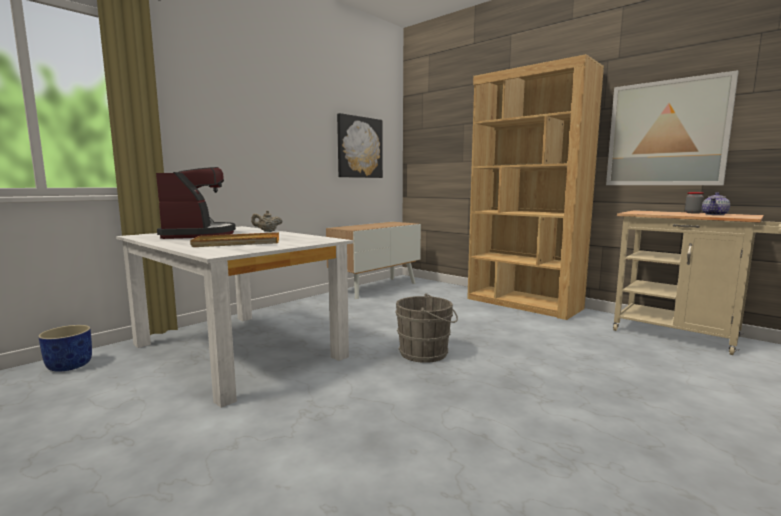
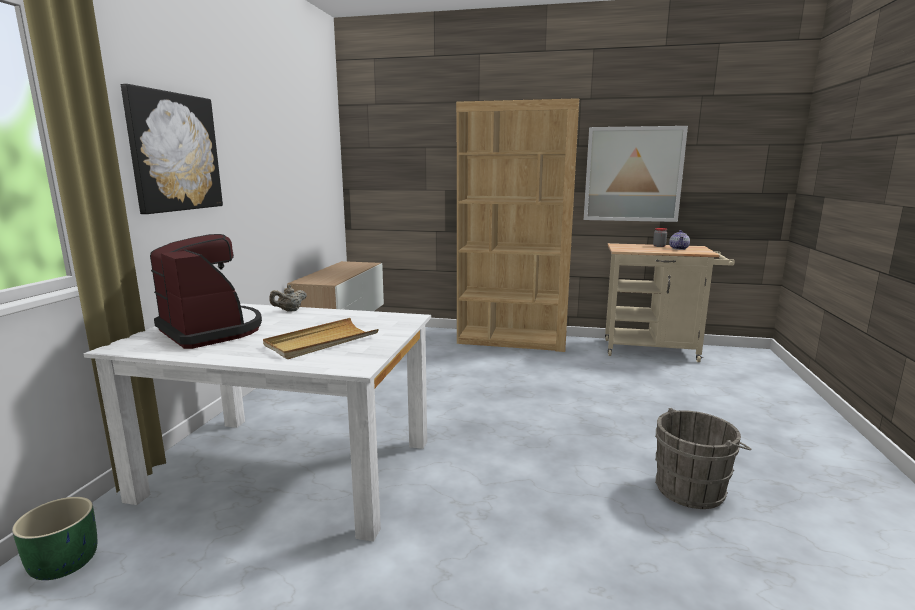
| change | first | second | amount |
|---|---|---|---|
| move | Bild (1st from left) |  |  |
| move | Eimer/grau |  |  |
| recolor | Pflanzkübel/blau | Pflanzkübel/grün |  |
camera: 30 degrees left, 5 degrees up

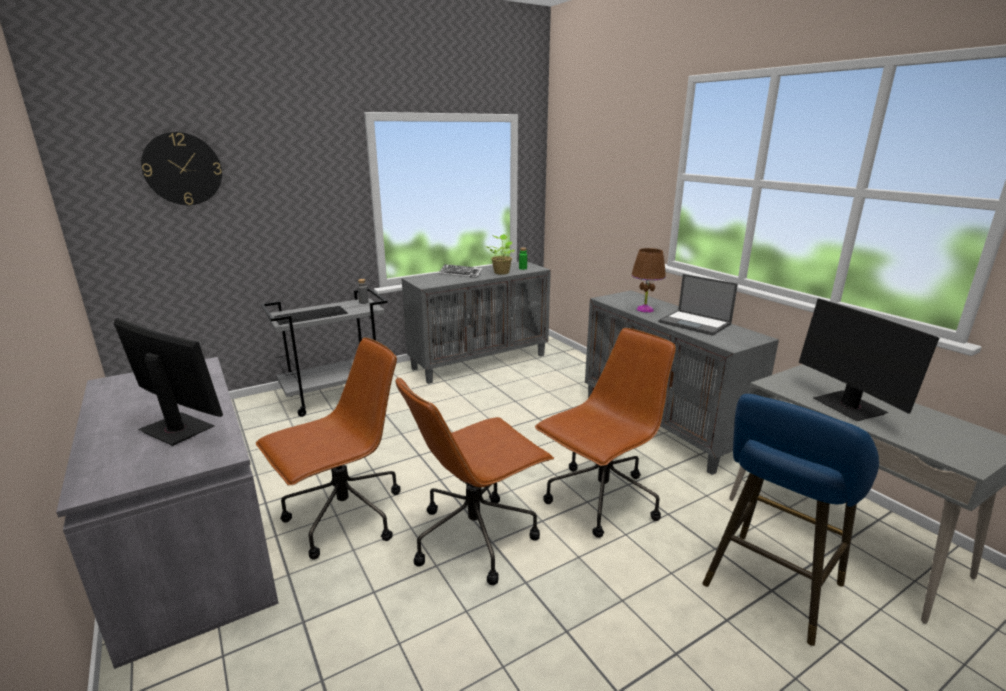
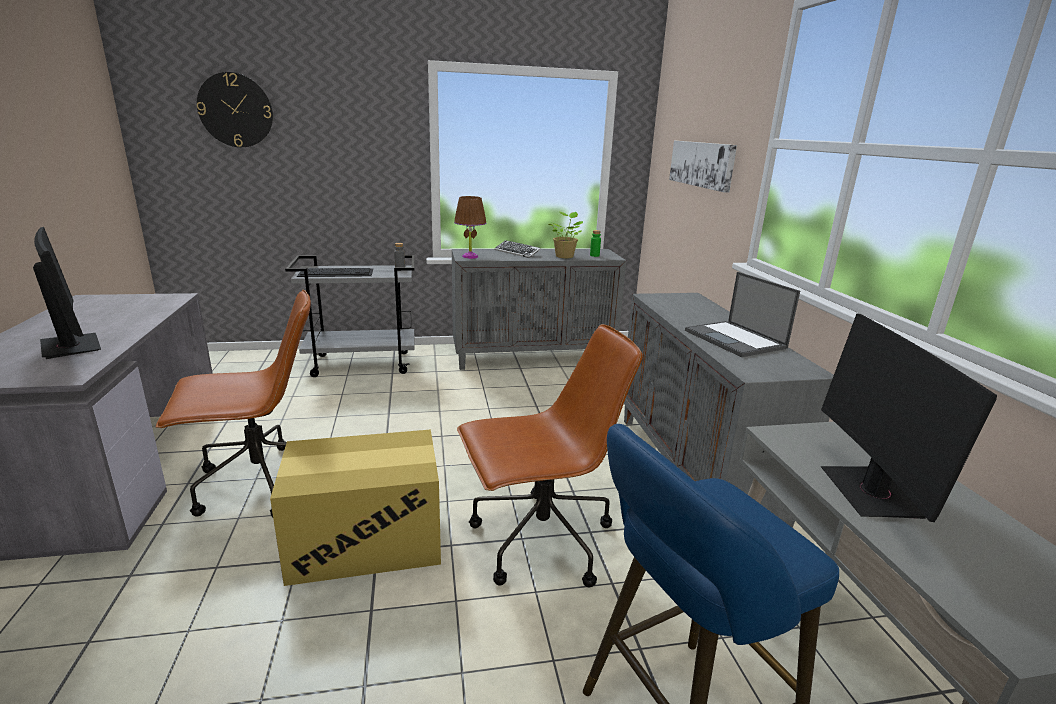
| change | first | second | amount |
|---|---|---|---|
| insert |  | Bild |  |
| move | Tischlampe/braun |  |  |
| replace | Bürostuhl/braun (2nd from left) | Karton |  |
camera: 20 degrees right, 0 degrees up

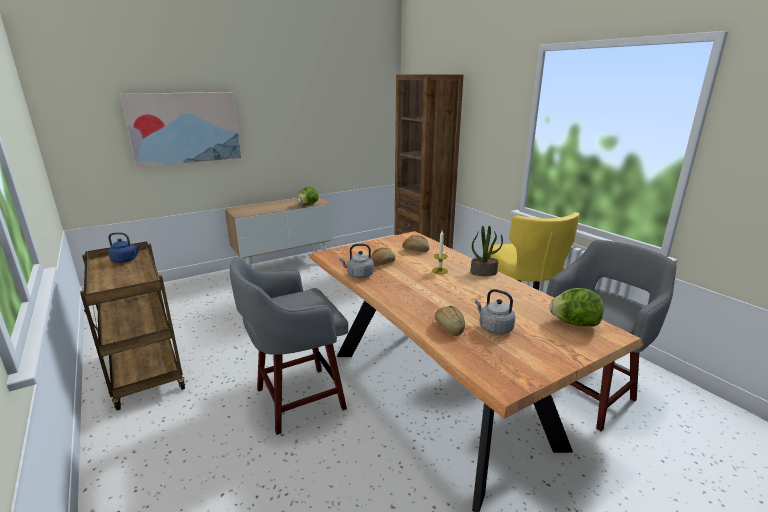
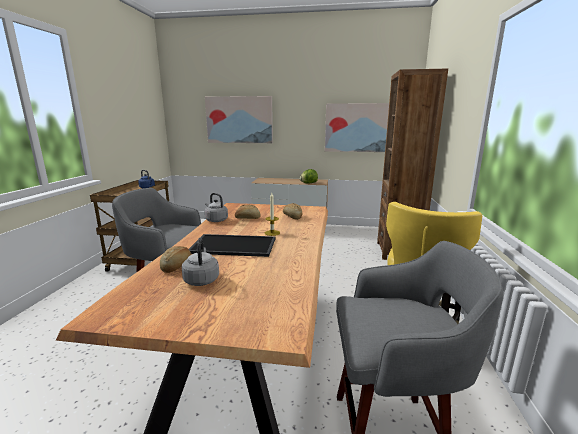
| change | first | second | amount |
|---|---|---|---|
| delete | Topfpflanze |  |  |
| delete | Salatkopf (2nd from left) |  |  |
| insert |  | Tablett |  |
| insert |  | Bild (2nd from left) |  |
camera: 40 degrees right, 5 degrees down

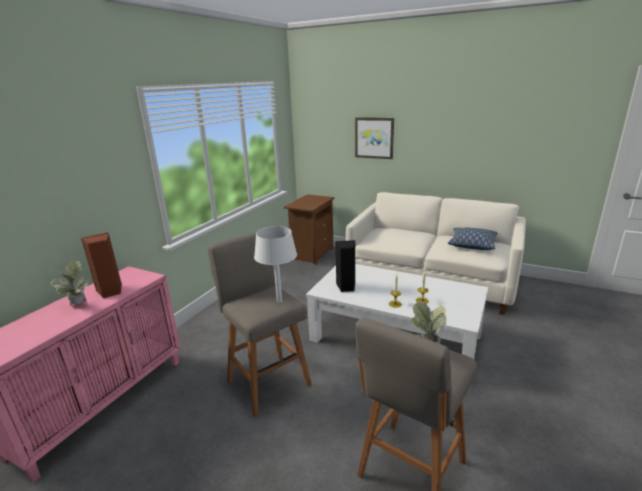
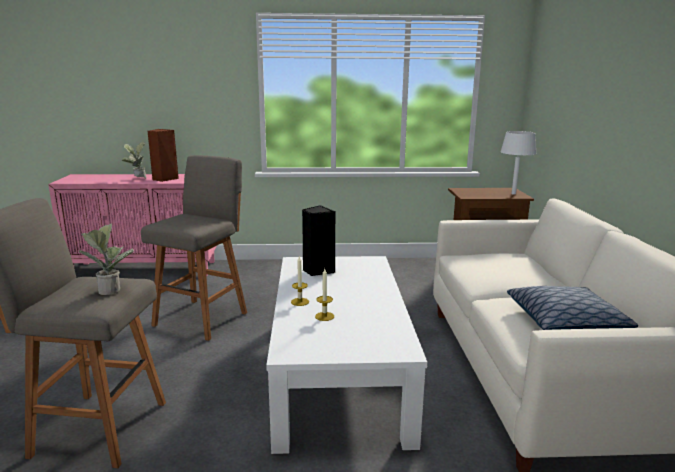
| change | first | second | amount |
|---|---|---|---|
| delete | Bild |  |  |
| move | Tischlampe/weiß |  |  |
camera: 60 degrees right, 5 degrees down

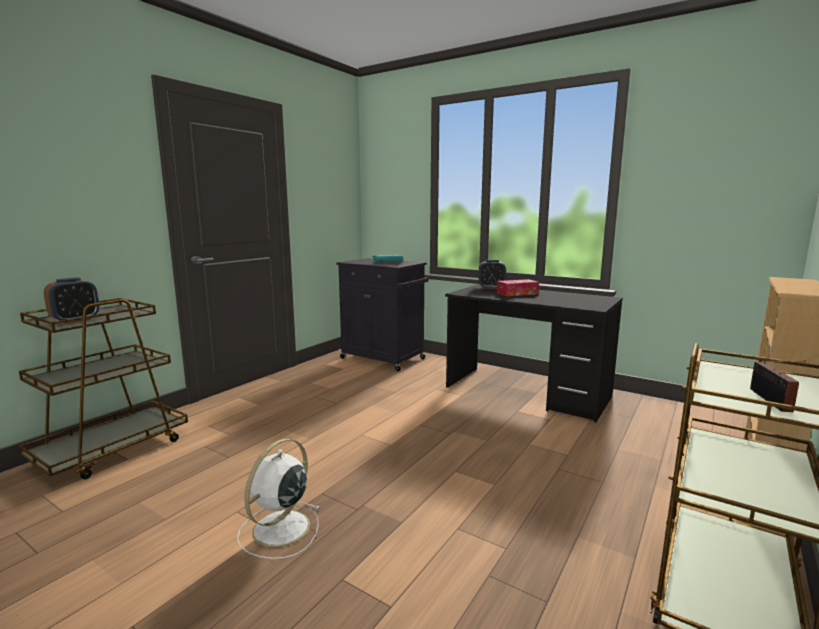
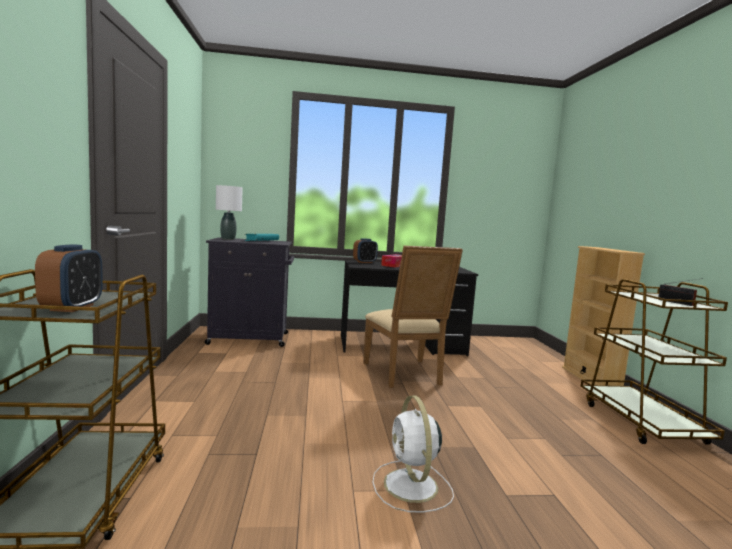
| change | first | second | amount |
|---|---|---|---|
| insert |  | Tischlampe/weiß |  |
| insert |  | Stuhl/beige |  |
camera: 40 degrees left, 5 degrees down

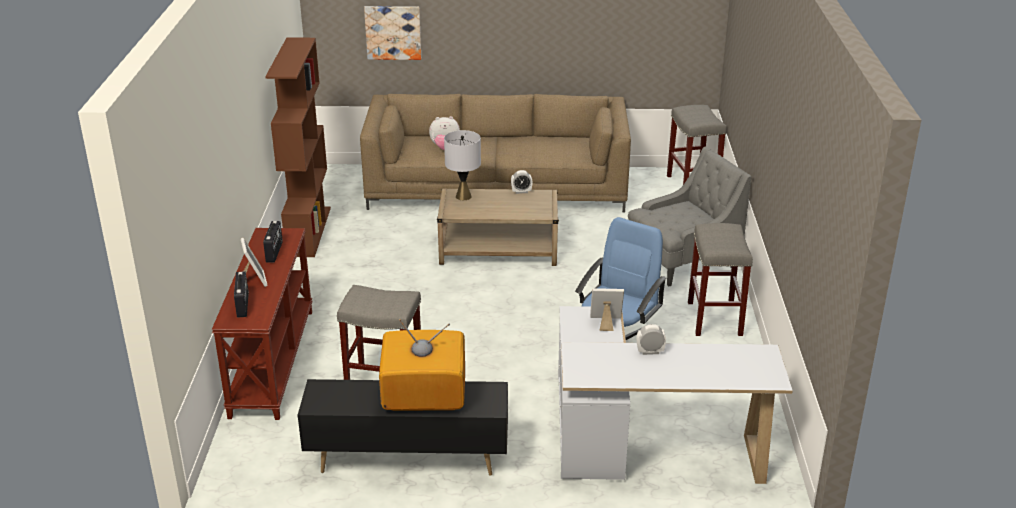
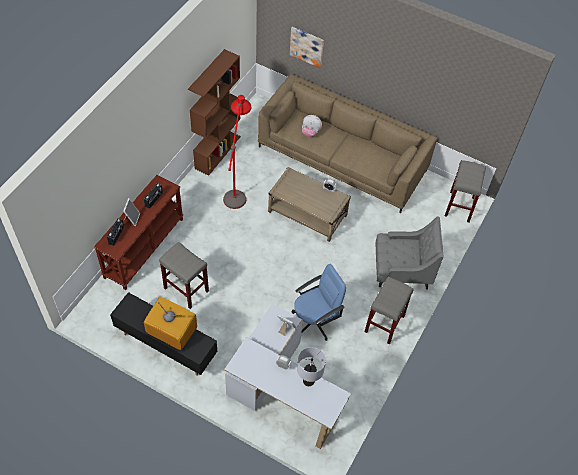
| change | first | second | amount |
|---|---|---|---|
| insert |  | Stehlampe/rot |  |
| move | Tischlampe/grau |  |  |
camera: 25 degrees right, 25 degrees up

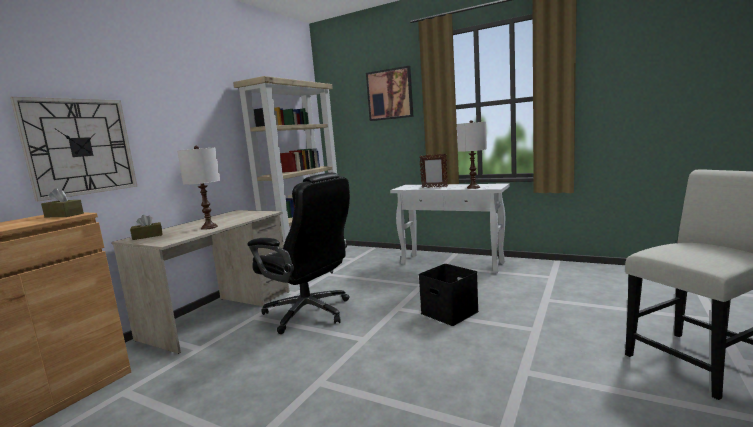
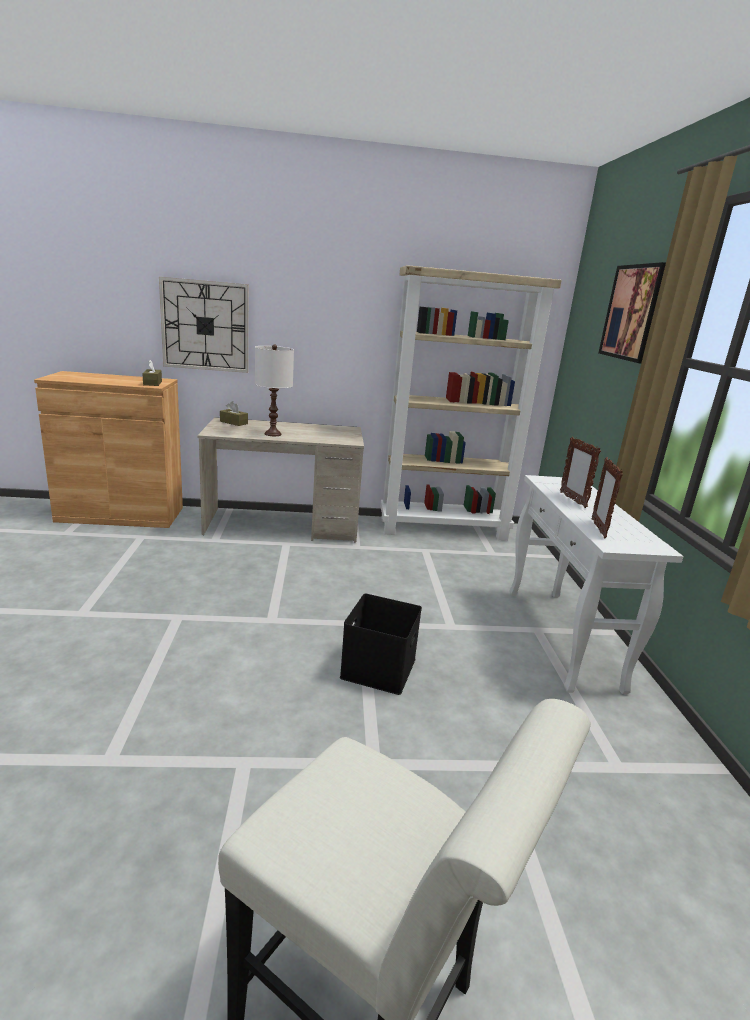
| change | first | second | amount |
|---|---|---|---|
| delete | Bürostuhl/schwarz |  |  |
| replace | Tischlampe/weiß (2nd from left) | Bilderrahmen (2nd from left) |  |
camera: 55 degrees right, 10 degrees up

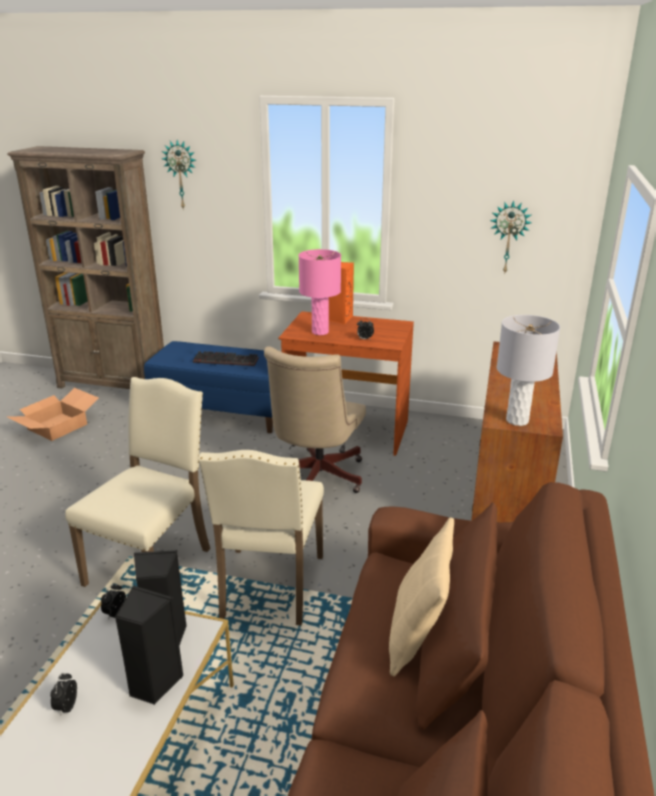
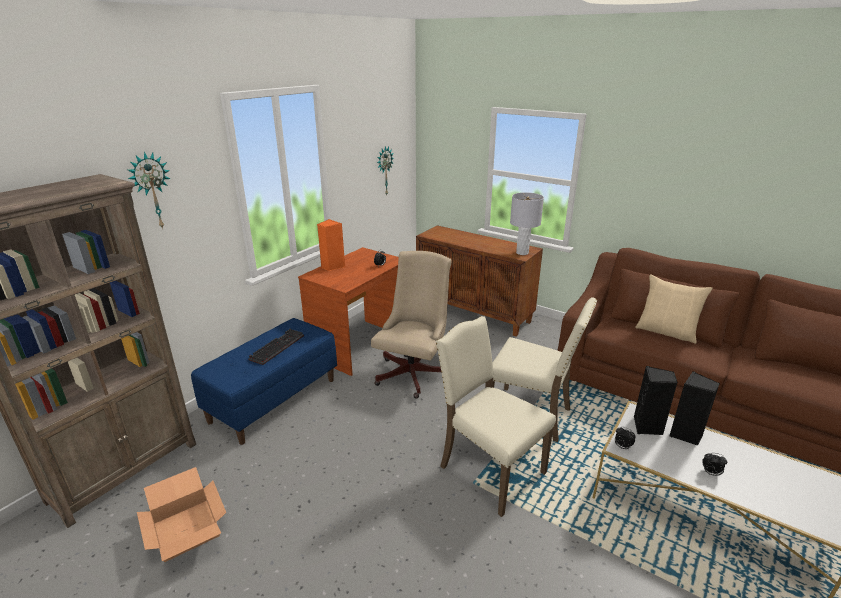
| change | first | second | amount |
|---|---|---|---|
| delete | Tischlampe/rosa |  |  |
| rotate | Bürostuhl/beige |  | 105 degrees counterclockwise |
camera: 70 degrees left, 0 degrees up

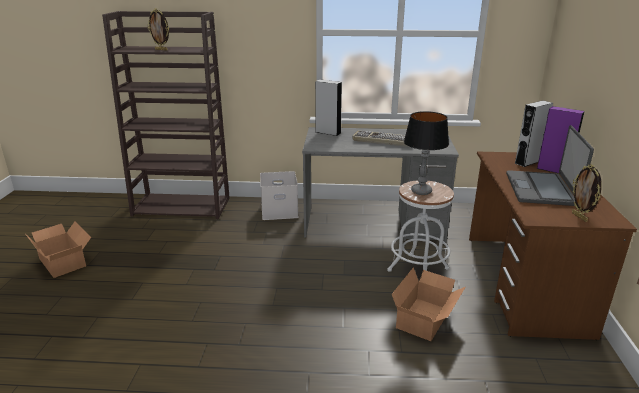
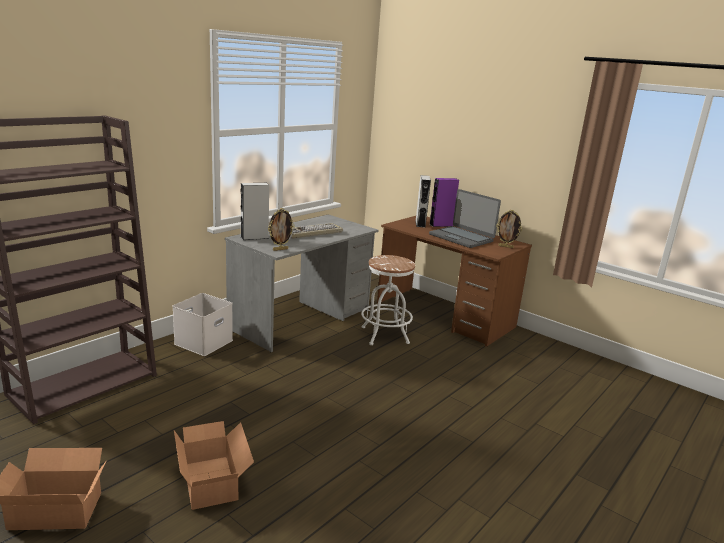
| change | first | second | amount |
|---|---|---|---|
| delete | Tischlampe |  |  |
| move | Bilderrahmen (1st from left) |  |  |
| move | Karton (2nd from left) |  |  |
camera: 55 degrees left, 5 degrees down

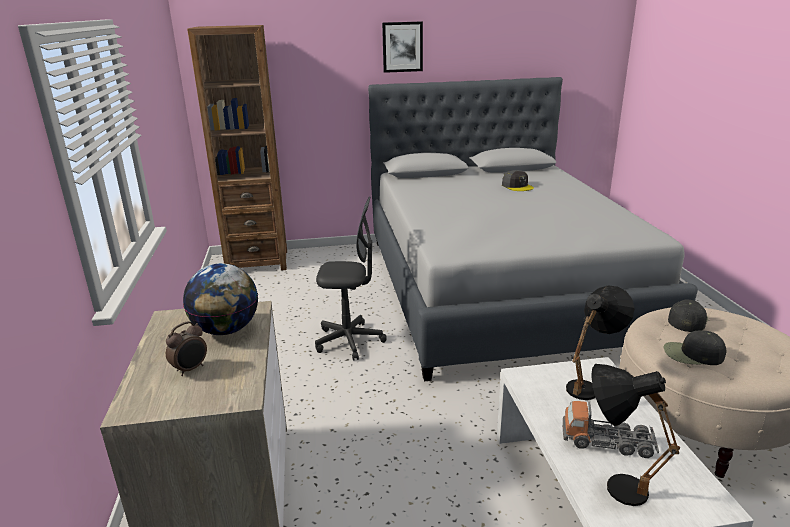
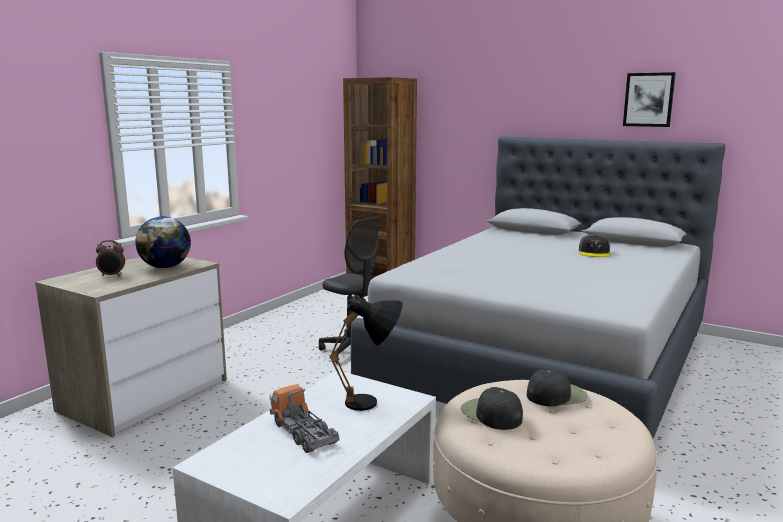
| change | first | second | amount |
|---|---|---|---|
| delete | Tischlampe/schwarz (2nd from left) |  |  |
| move | Bild |  |  |
camera: 40 degrees right, 10 degrees down

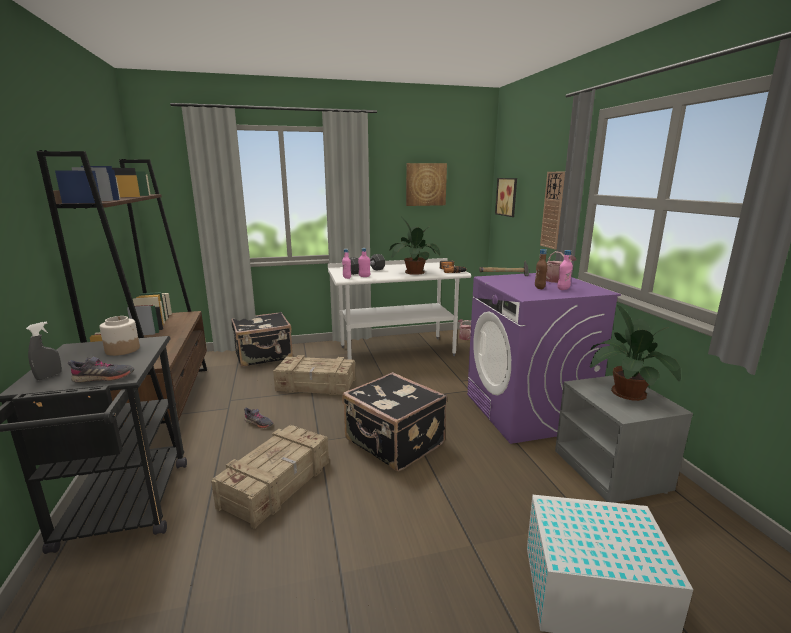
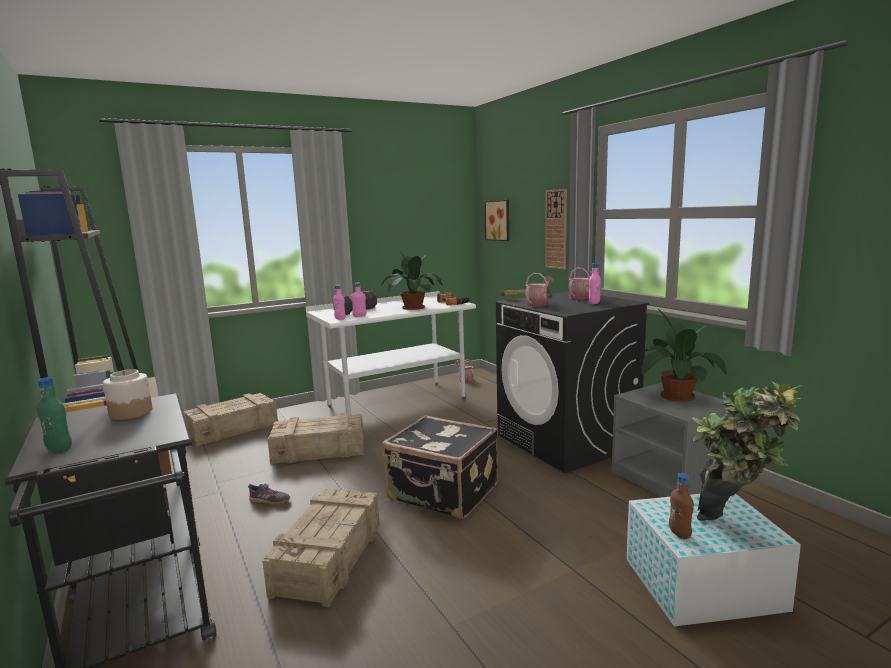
| change | first | second | amount |
|---|---|---|---|
| delete | Schuh/grau (1st from left) |  |  |
| delete | Bild (1st from left) |  |  |
| insert |  | Gießkanne (2nd from left) |  |
| insert |  | Topfpflanze (3rd from left) |  |
| move | Flasche/braun |  |  |
| replace | Sprühflasche/grau | Flasche/grün |  |
| replace | Koffer/schwarz (1st from left) | Kiste (1st from left) |  |
| recolor | Waschmaschine/lila | Waschmaschine/schwarz |  |
camera: 15 degrees left, 5 degrees down

